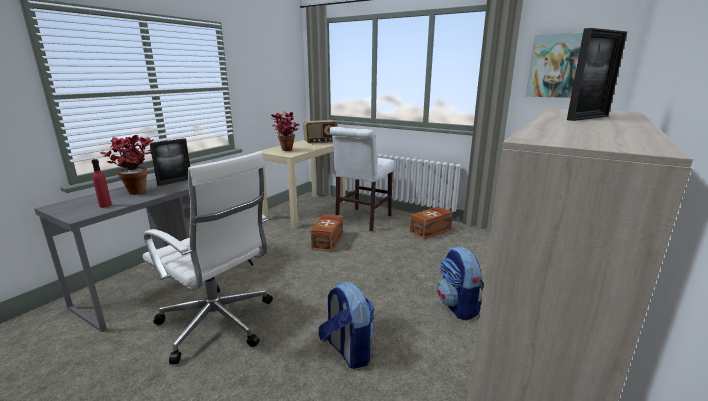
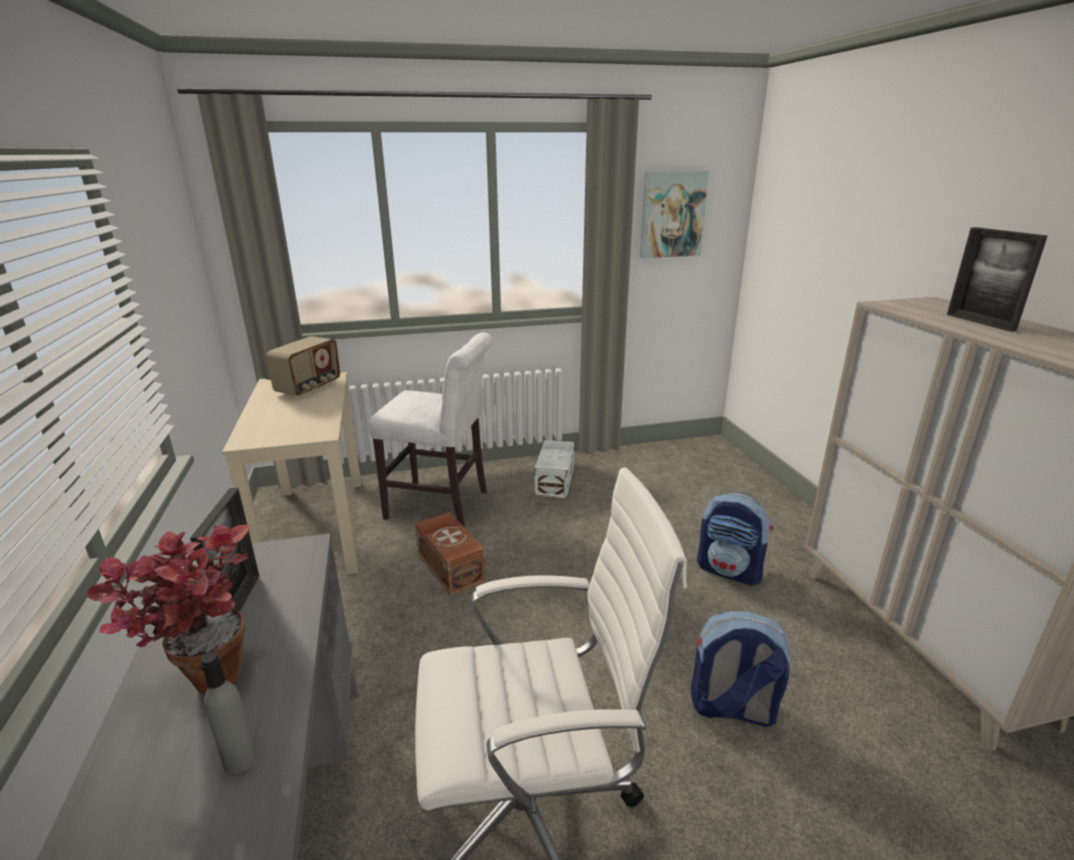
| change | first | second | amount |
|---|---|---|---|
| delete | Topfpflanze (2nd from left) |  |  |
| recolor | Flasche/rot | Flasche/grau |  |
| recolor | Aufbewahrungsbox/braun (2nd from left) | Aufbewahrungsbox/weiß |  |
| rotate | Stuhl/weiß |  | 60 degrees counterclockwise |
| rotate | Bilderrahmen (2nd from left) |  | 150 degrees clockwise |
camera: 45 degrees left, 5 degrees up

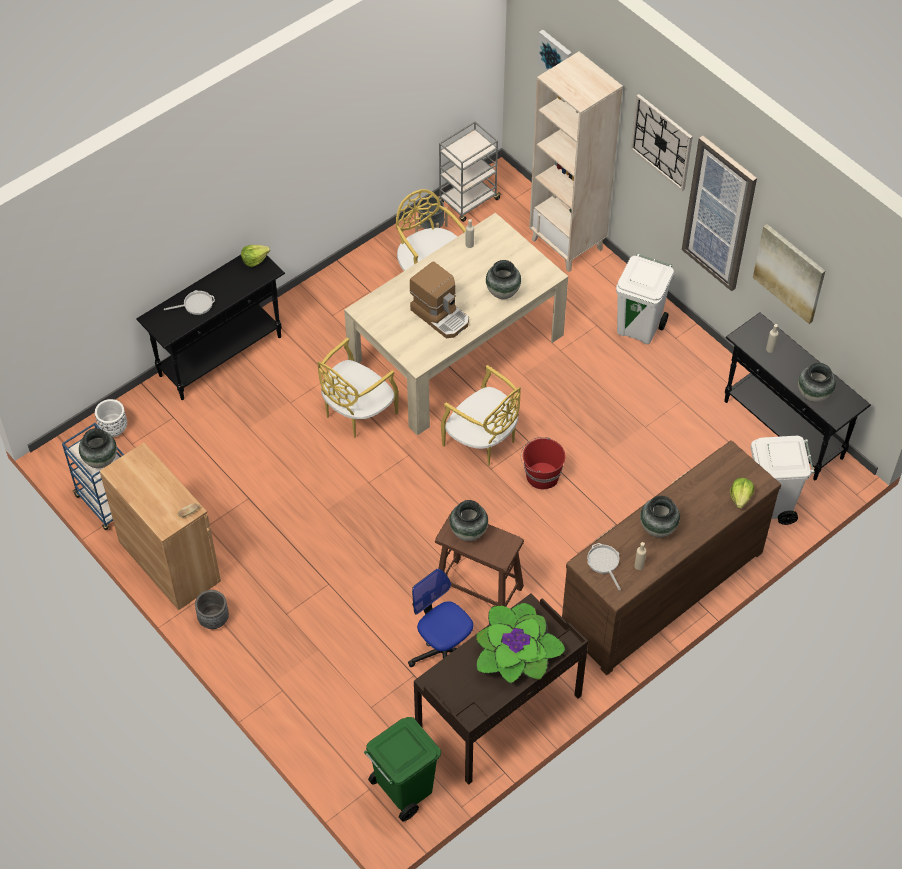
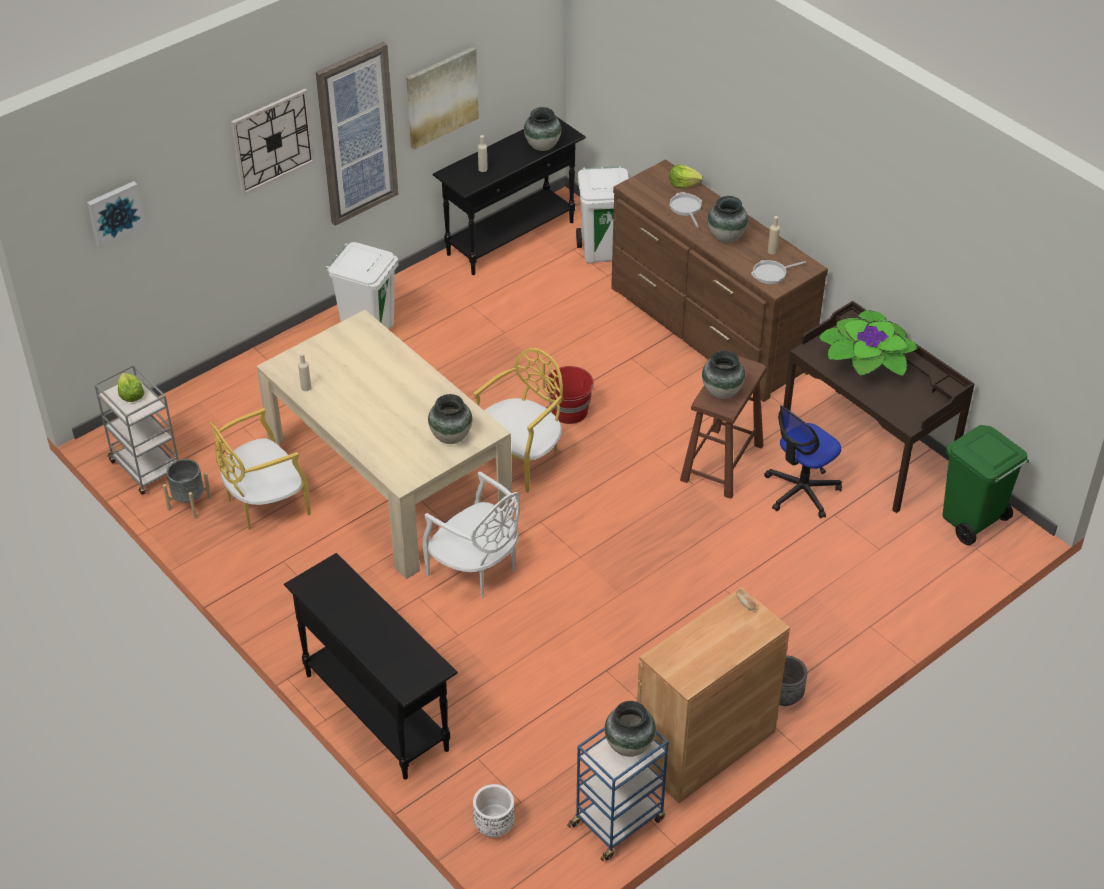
| change | first | second | amount |
|---|---|---|---|
| delete | Kaffeemaschine |  |  |
| delete | Bücherregal/beige |  |  |
| move | Pfanne (1st from left) |  |  |
| move | Salatkopf (1st from left) |  |  |
| move | Vase (3rd from left in the first image) | Vase (1st from left) |  |
| recolor | Stuhl/gelb (1st from left) | Stuhl/weiß |  |
camera: 90 degrees left, 10 degrees down

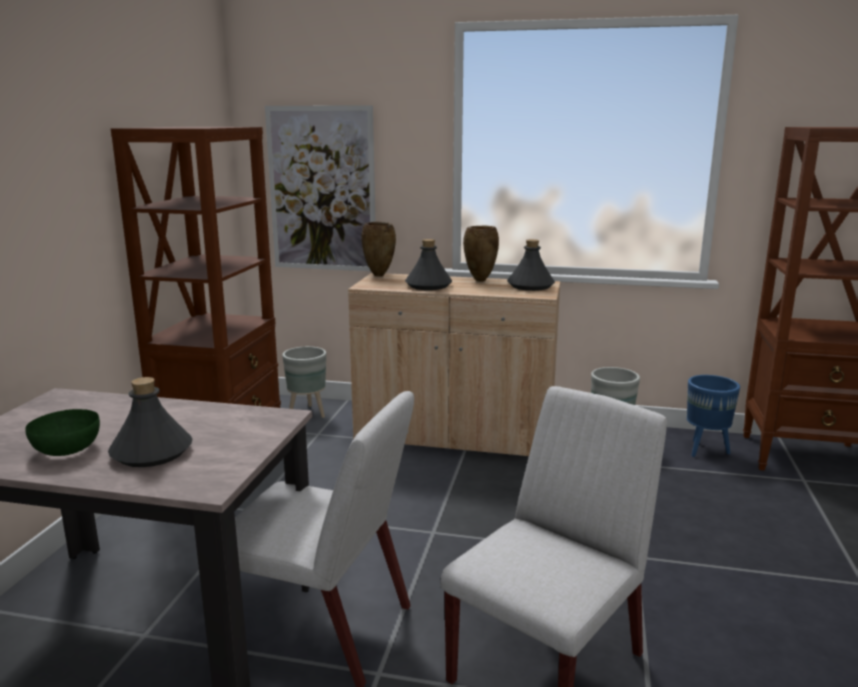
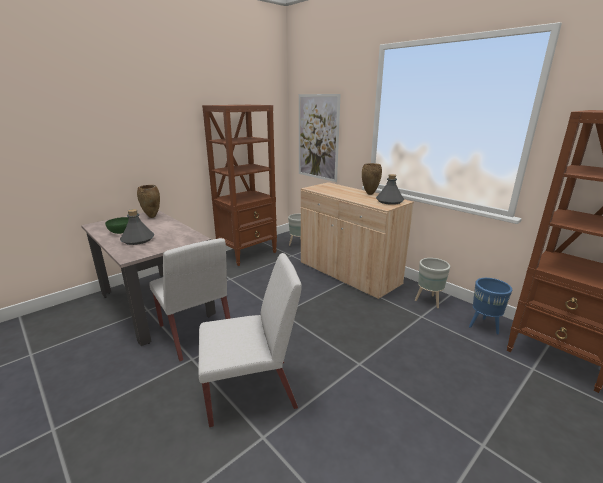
| change | first | second | amount |
|---|---|---|---|
| delete | Flasche/grau (2nd from left) |  |  |
| move | Vase/braun (1st from left) |  |  |
camera: 35 degrees right, 5 degrees up

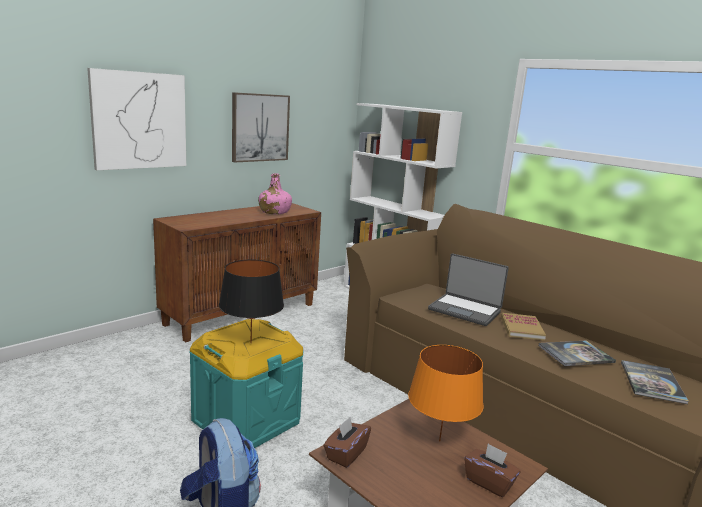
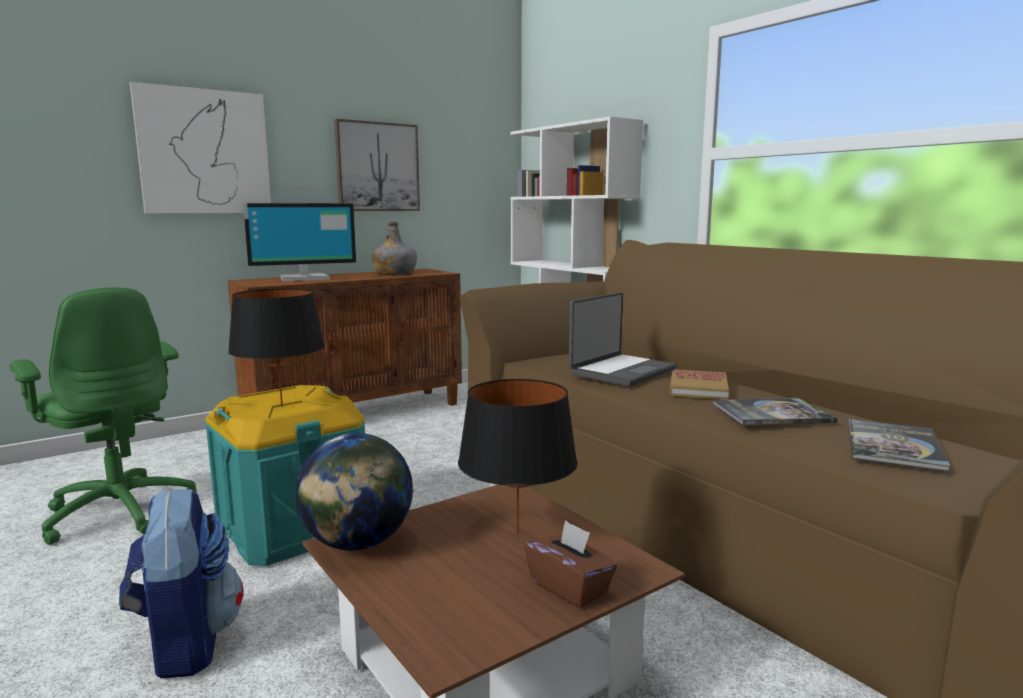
| change | first | second | amount |
|---|---|---|---|
| insert |  | Bürostuhl/grün |  |
| insert |  | Monitor |  |
| replace | Taschentuchbox/braun (1st from left) | Globus |  |
| recolor | Flasche/rosa | Flasche/grau |  |
| recolor | Tischlampe/orange | Tischlampe/schwarz (2nd from left) |  |
| rotate | Laptop |  | 90 degrees counterclockwise |
camera: 10 degrees right, 5 degrees down

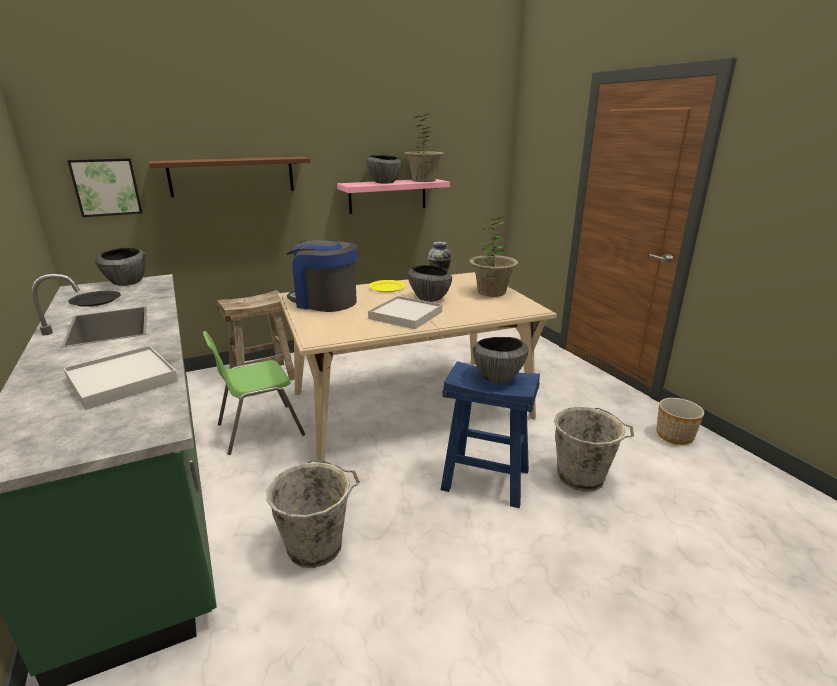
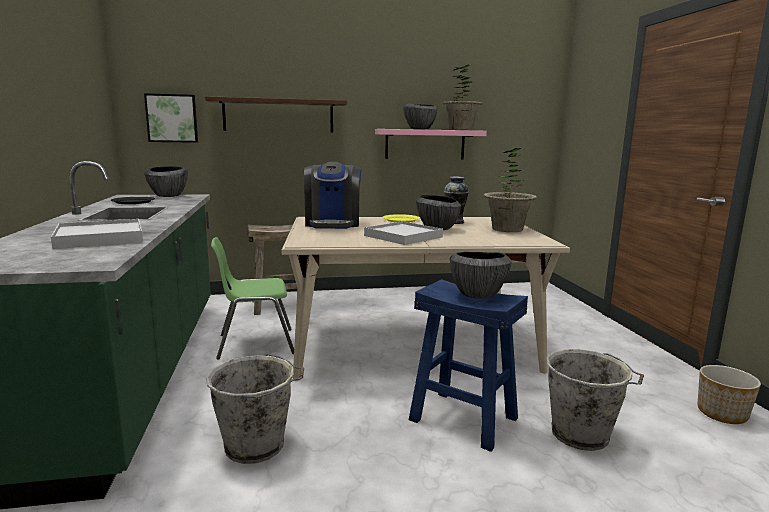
| change | first | second | amount |
|---|---|---|---|
| rotate | Kaffeemaschine |  | 135 degrees counterclockwise |
camera: 15 degrees right, 10 degrees down

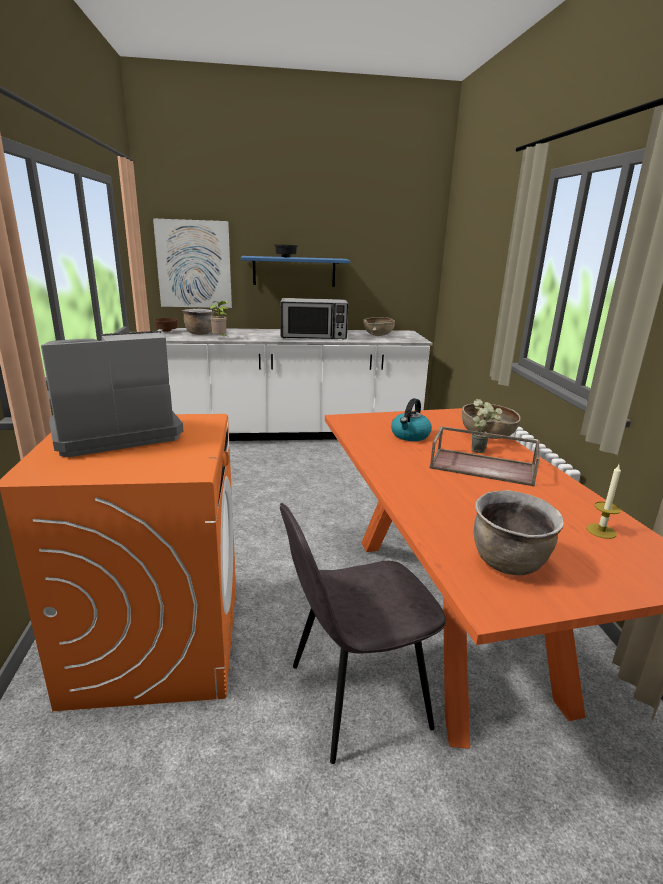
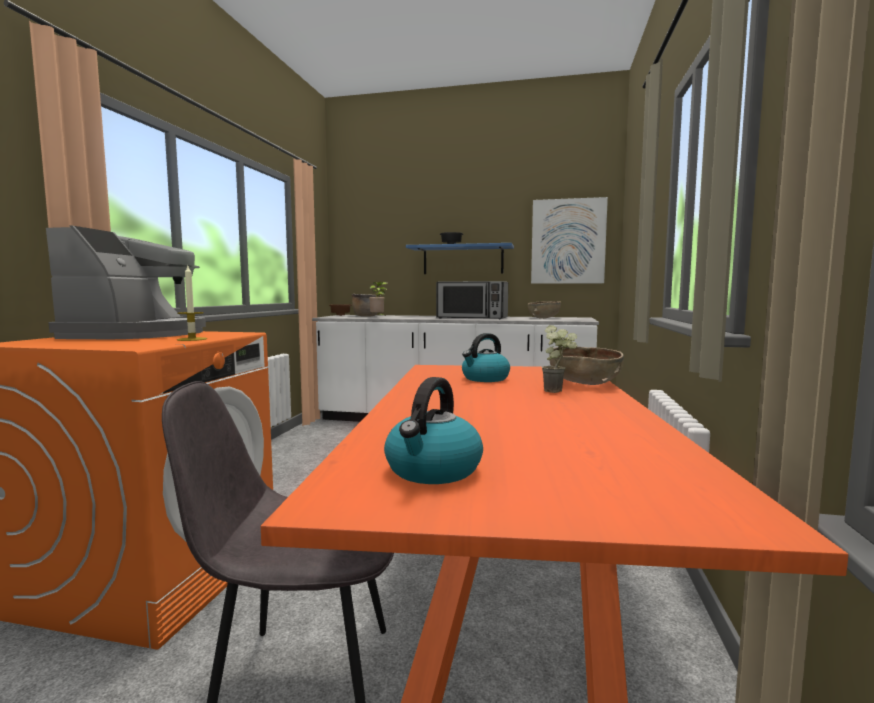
| change | first | second | amount |
|---|---|---|---|
| delete | Tablett/braun |  |  |
| move | Bild |  |  |
| move | Kerze |  |  |
| replace | Kochtopf/braun (2nd from left) | Wasserkessel (1st from left) |  |
| rotate | Kaffeemaschine |  | 105 degrees clockwise |
camera: 20 degrees right, 15 degrees down

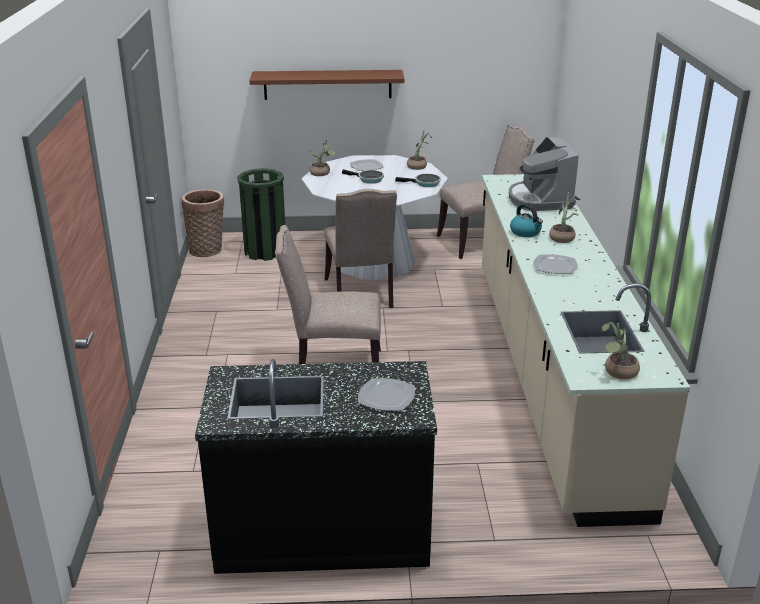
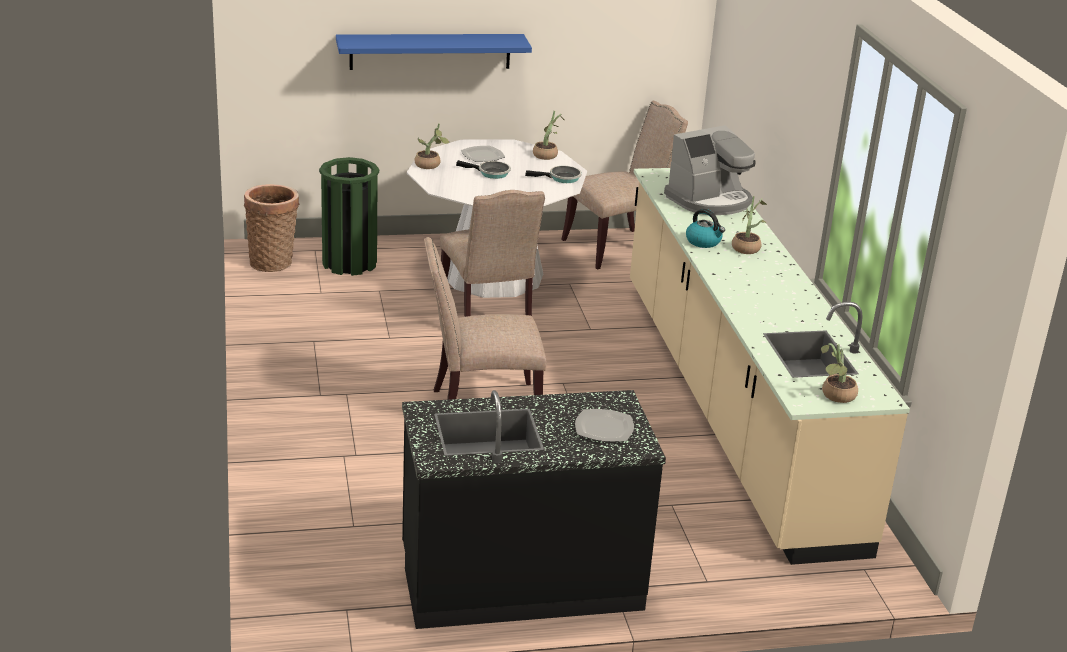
| change | first | second | amount |
|---|---|---|---|
| delete | Teller (3rd from left) |  |  |
| recolor | Wandregal/braun | Wandregal/blau |  |
| rotate | Kaffeemaschine |  | 105 degrees counterclockwise |
camera: 10 degrees left, 0 degrees up

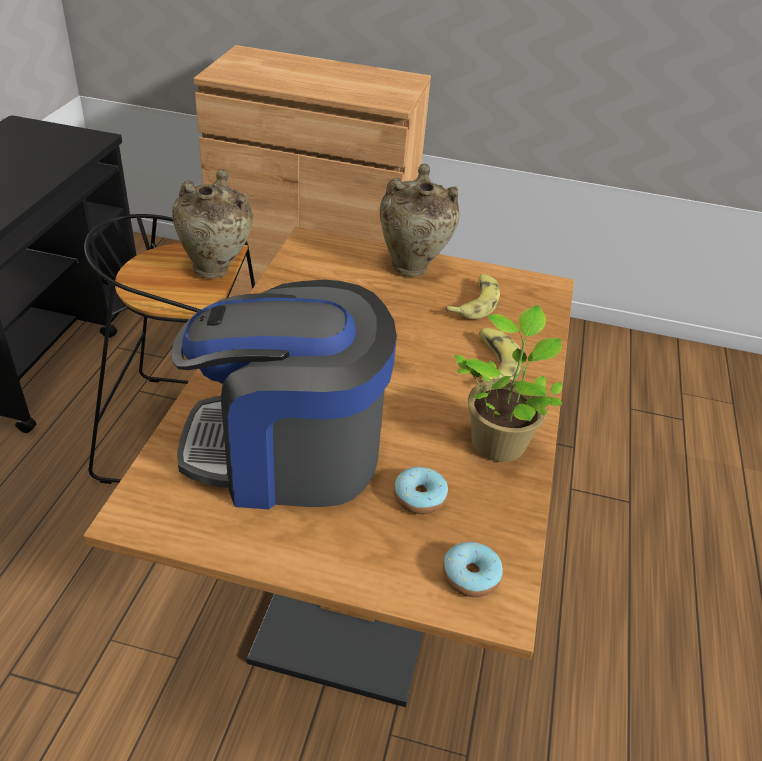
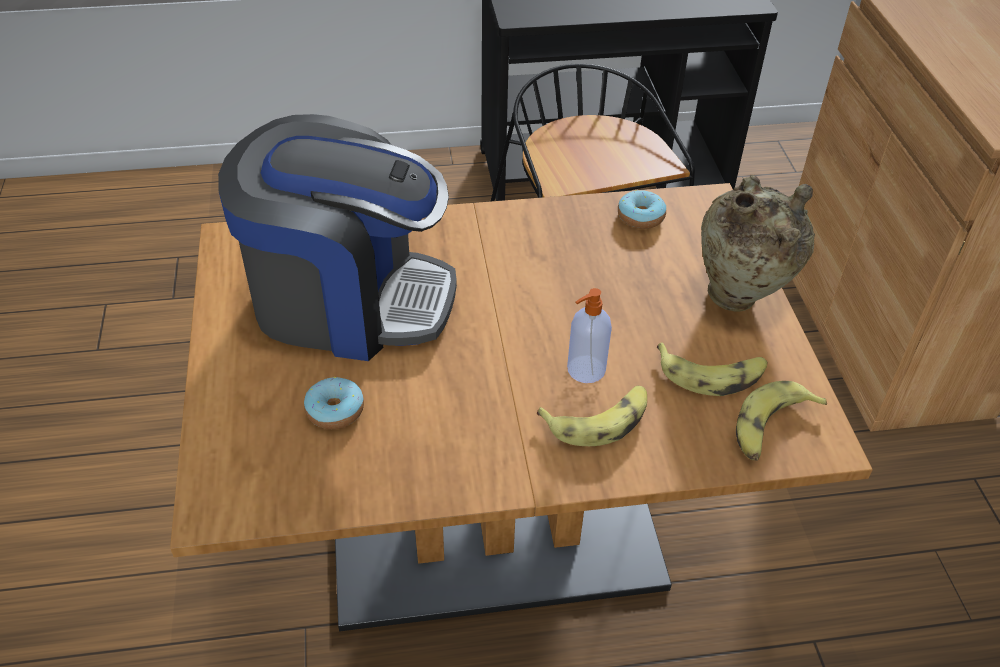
| change | first | second | amount |
|---|---|---|---|
| delete | Vase/beige (1st from left) |  |  |
| delete | Topfpflanze |  |  |
| insert |  | Seifenspender |  |
| insert |  | Banane (3rd from left) |  |
| move | Donut (2nd from left) |  |  |
| rotate | Kaffeemaschine |  | 120 degrees clockwise |
camera: 70 degrees right, 5 degrees up

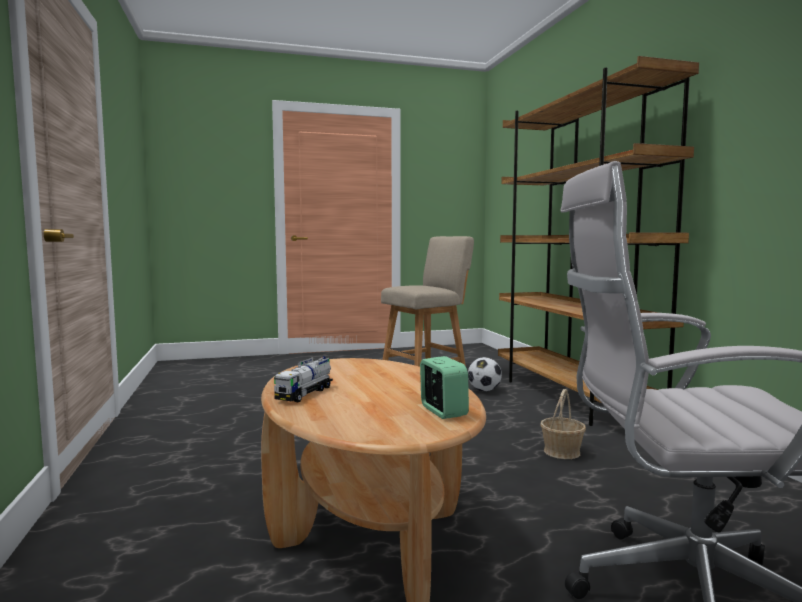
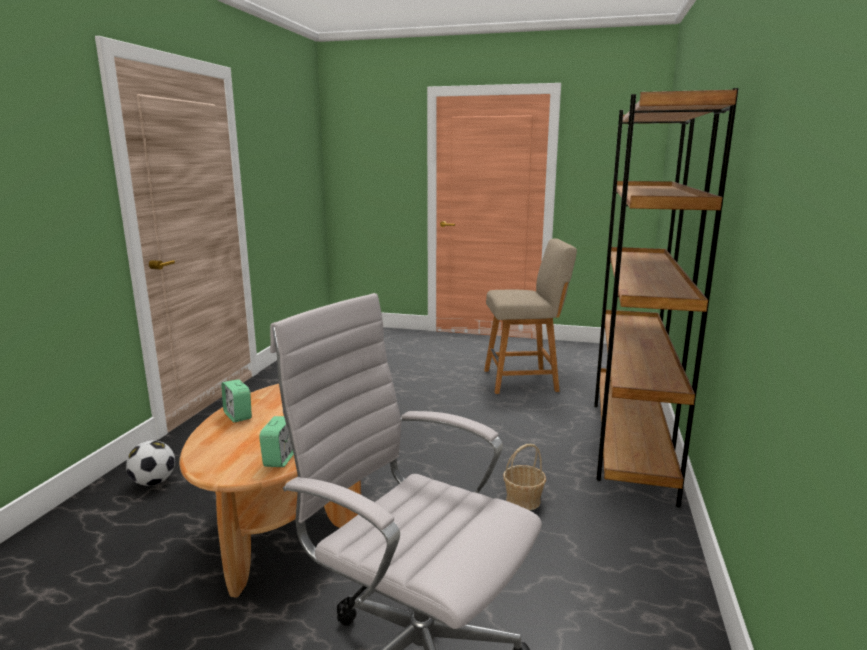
| change | first | second | amount |
|---|---|---|---|
| move | Fußball |  |  |
| replace | Spielzeuglaster | Wecker (1st from left) |  |
camera: 30 degrees right, 10 degrees up

